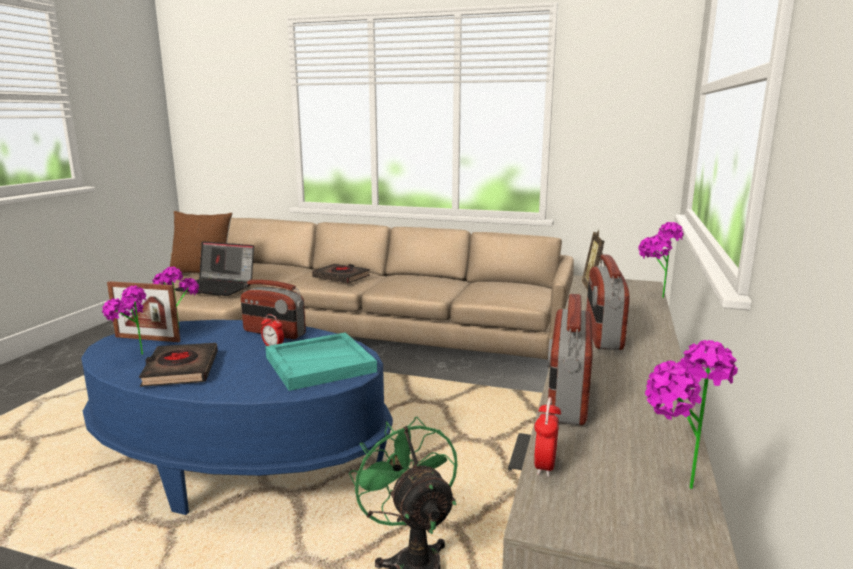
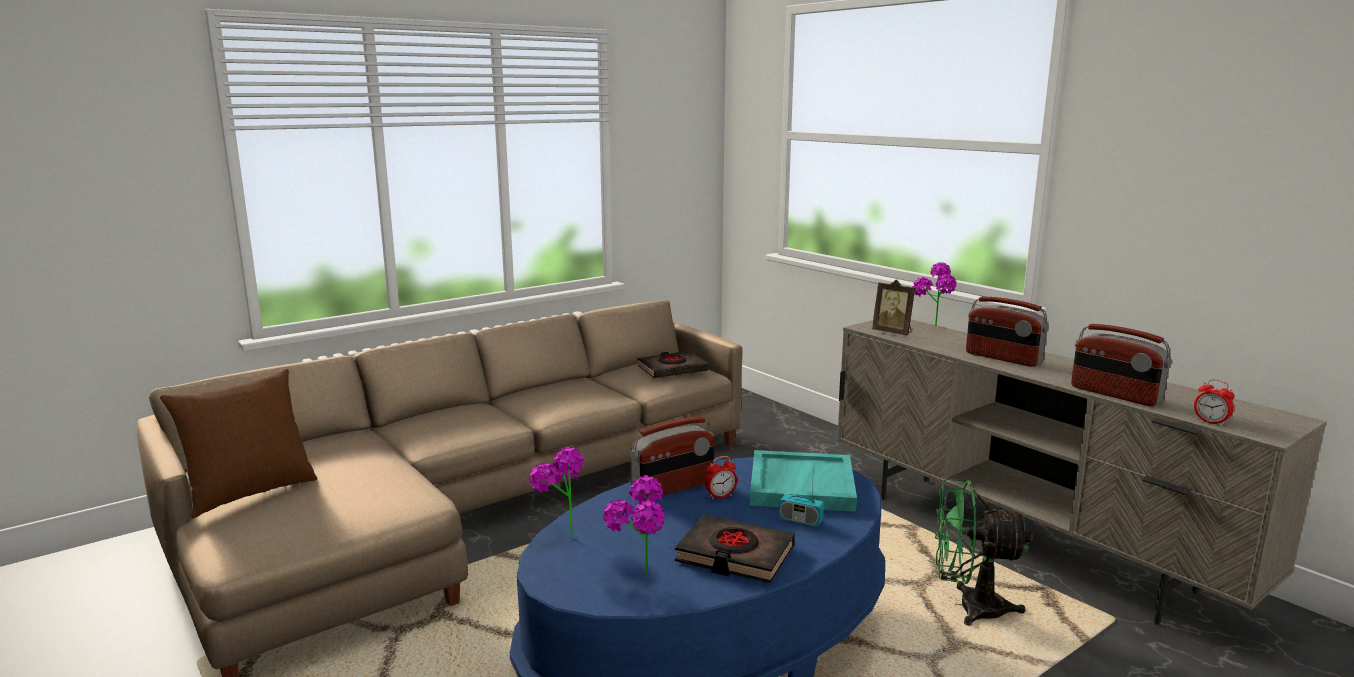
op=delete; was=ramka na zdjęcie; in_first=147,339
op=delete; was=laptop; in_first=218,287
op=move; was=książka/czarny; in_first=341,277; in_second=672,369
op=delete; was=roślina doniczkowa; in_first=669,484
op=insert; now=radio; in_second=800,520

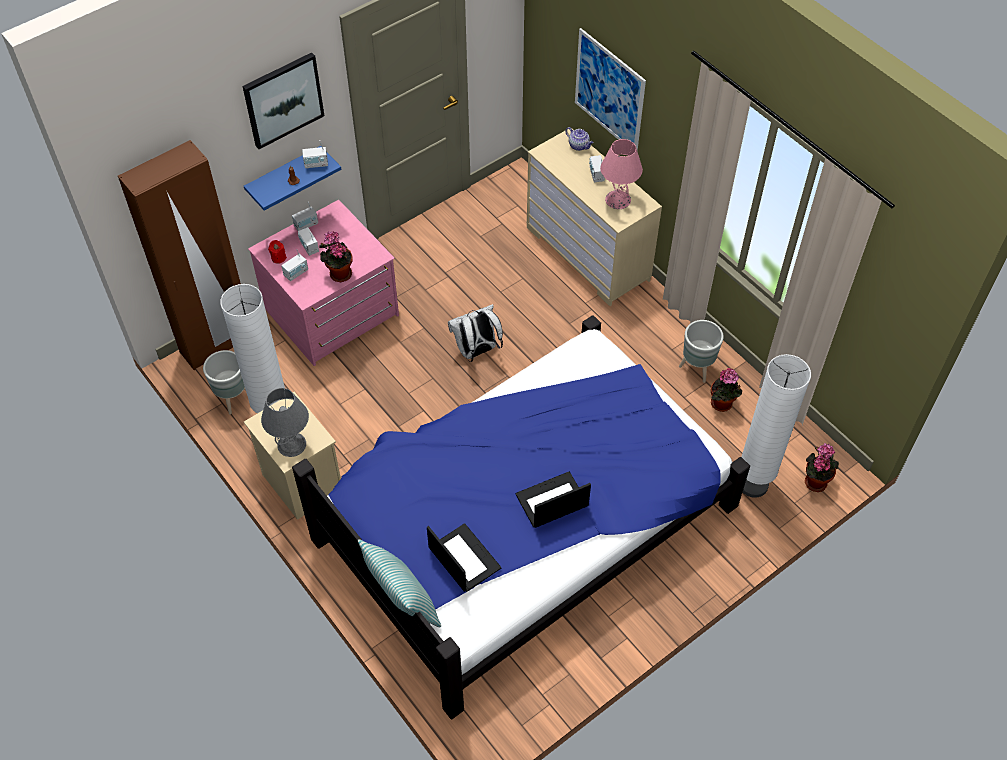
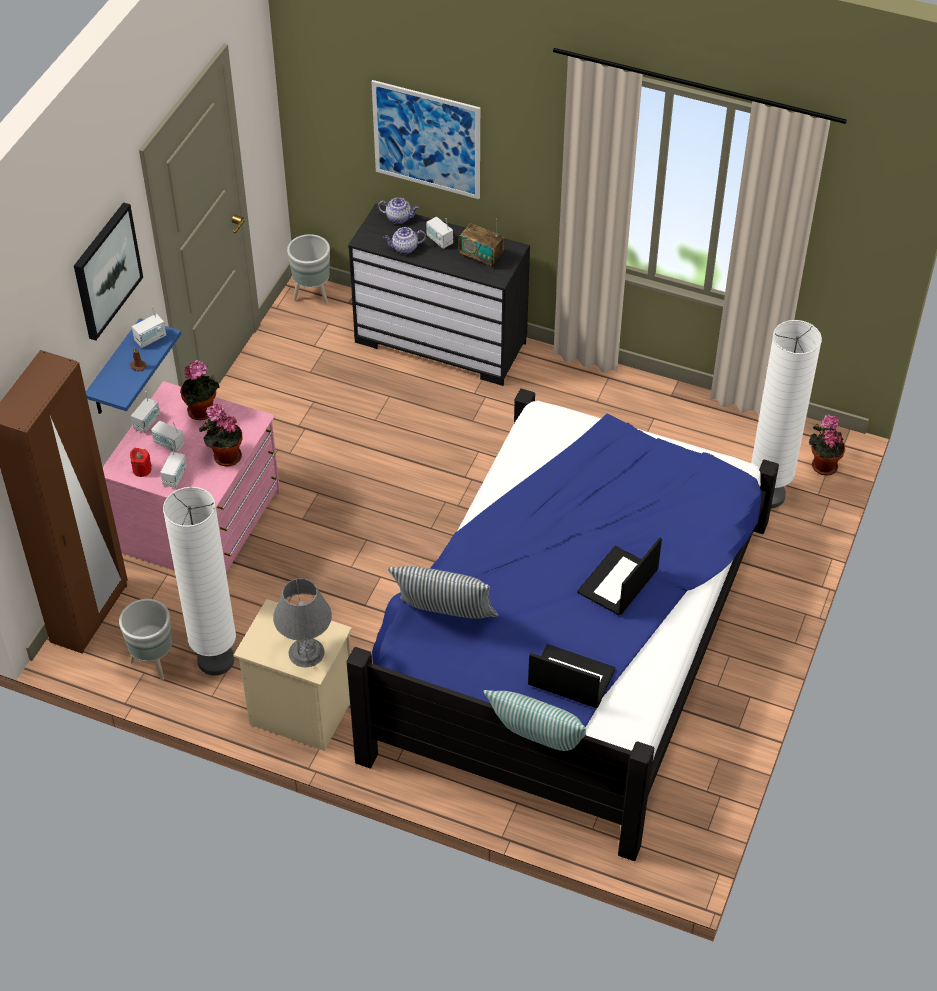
op=delete; was=plecak/biały; in_first=476,351
op=recolor; was=komoda/beżowy; now=komoda/czarny; in_first=588,253; in_second=441,342
op=replace; was=lampa stołowa/różowy; now=radio; in_first=618,199; in_second=481,256
op=move; was=donica/szary; in_first=696,368; in_second=312,295
op=move; was=roślina doniczkowa; in_first=722,405; in_second=203,412
op=insert; now=imbryk; in_second=404,248
op=insert; now=poduszka; in_second=444,621

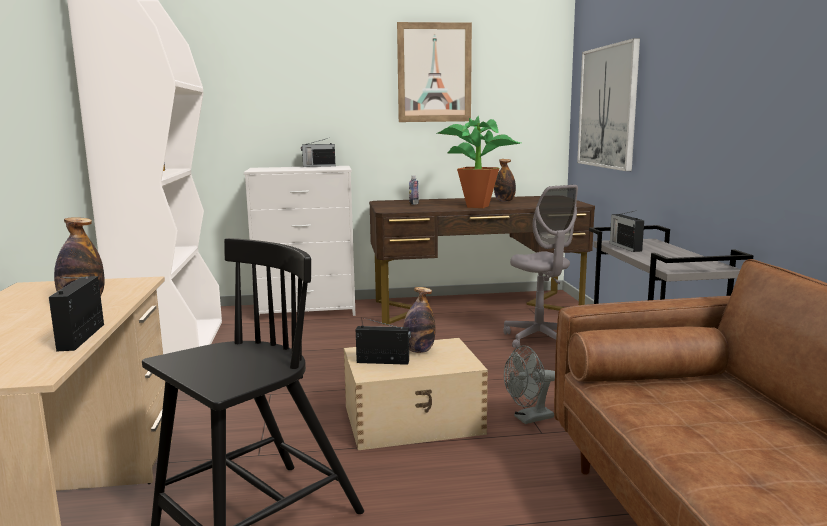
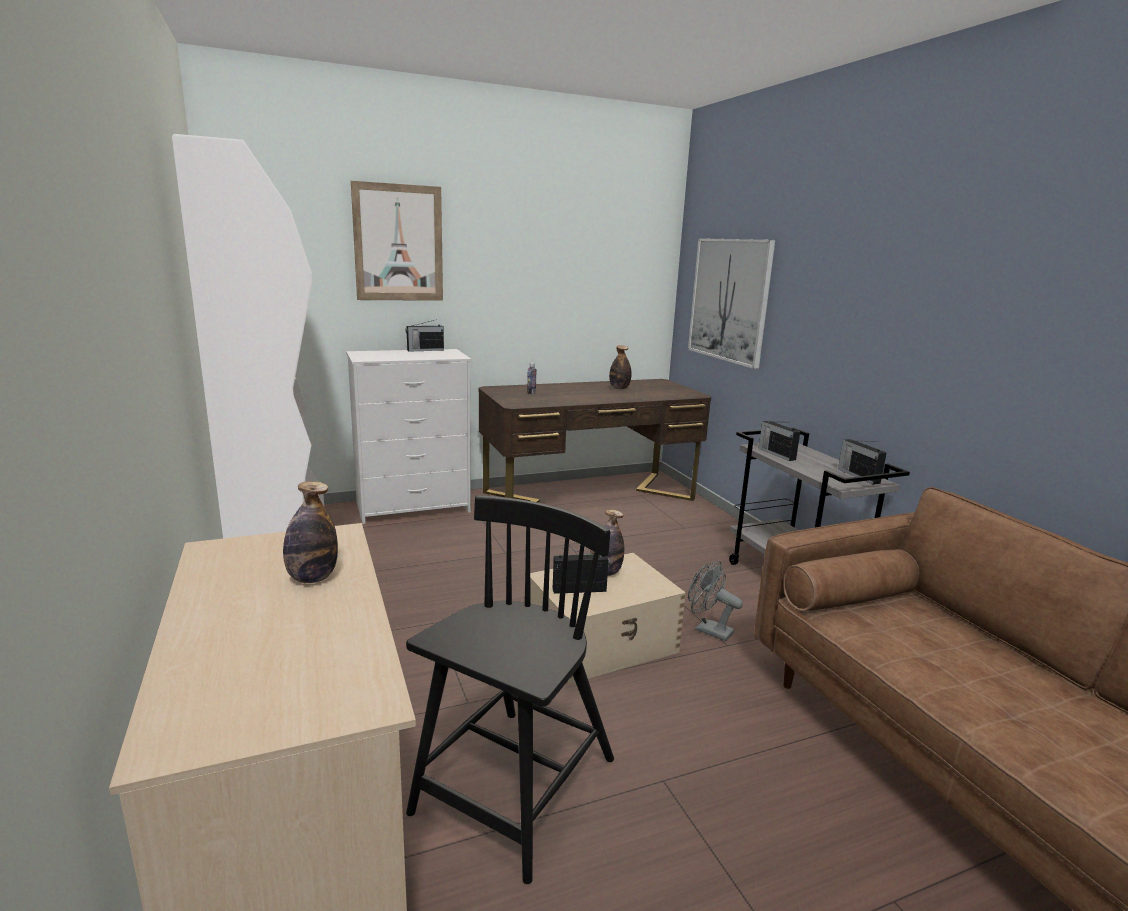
op=move; was=radio; in_first=82,336; in_second=858,475
op=move; was=obraz; in_first=434,73; in_second=398,243
op=delete; was=roślina doniczkowa; in_first=474,206
op=delete; was=krzesło biurowe/szary; in_first=539,339
op=rotate; was=wentylator/szary; in_first=529,419; in_second=708,630; clockwise=75

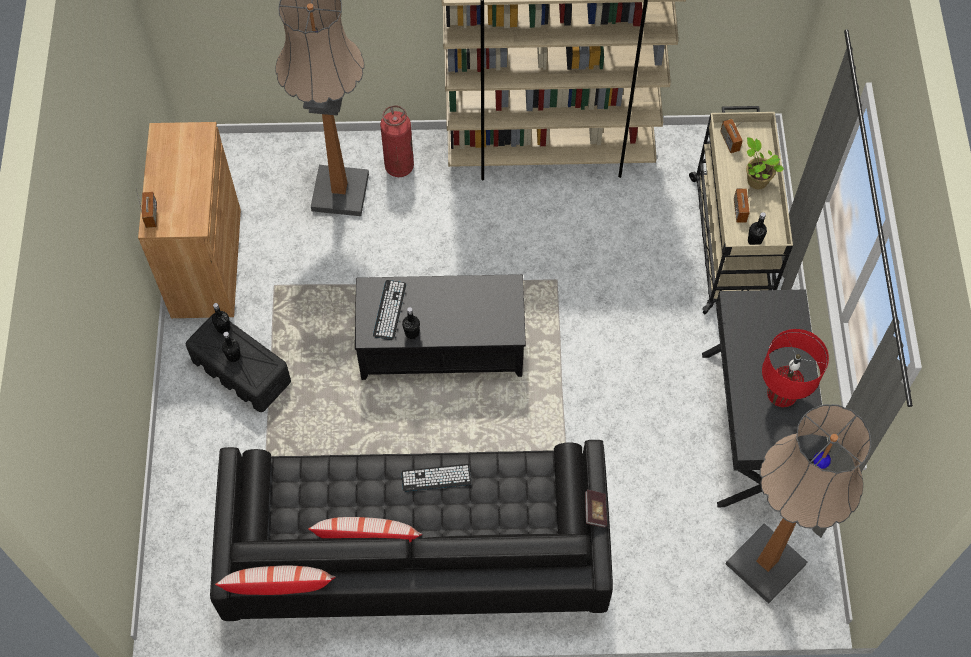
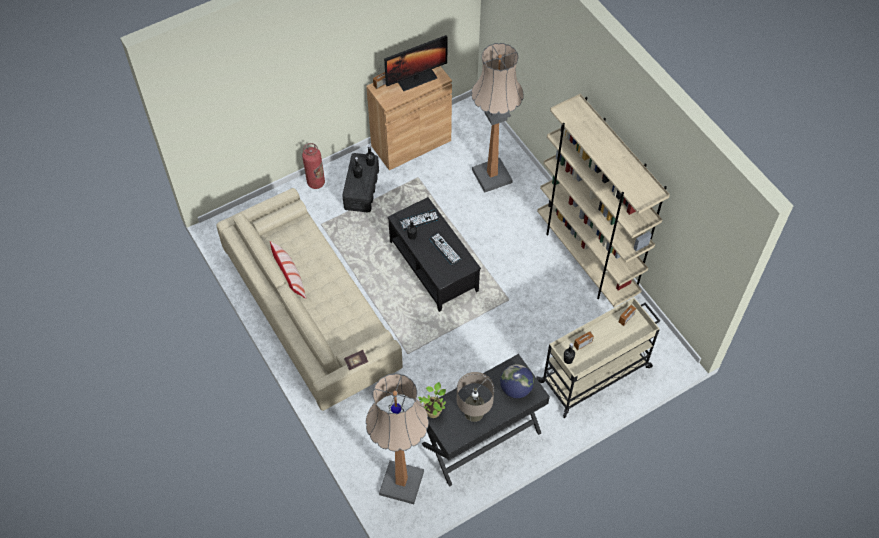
op=recolor; was=kanapa/czarny; now=kanapa/beżowy; in_first=416,549; in_second=311,312
op=delete; was=poduszka; in_first=279,587
op=move; was=gaśnica; in_first=399,166; in_second=316,182
op=move; was=klawiatura; in_first=436,478; in_second=445,249
op=move; was=roślina doniczkowa; in_first=756,180; in_second=433,410
op=recolor; was=lampa stołowa/czerwony; now=lampa stołowa/beżowy; in_first=782,393; in_second=474,412
op=insert; now=monitor; in_second=416,79
op=insert; now=globus; in_second=516,388

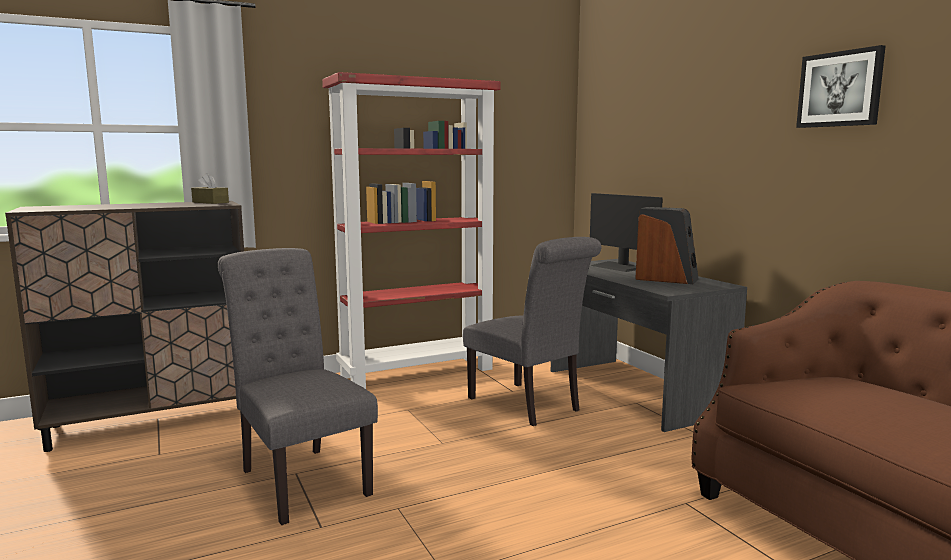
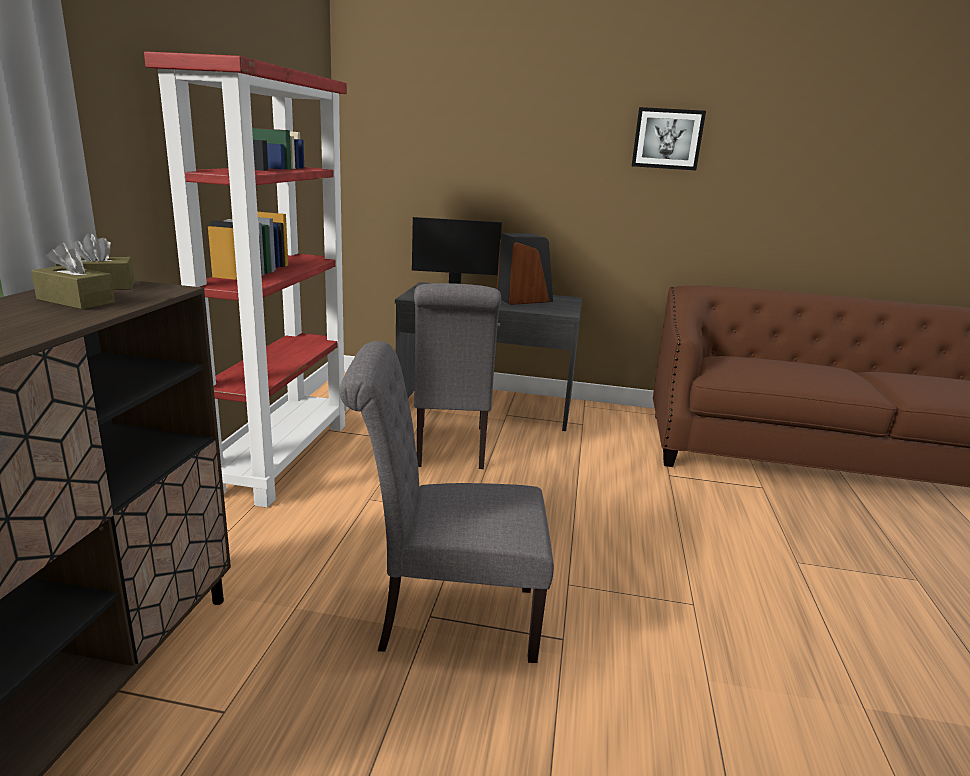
op=rotate; was=krzesło/szary; in_first=528,406; in_second=450,449; clockwise=90
op=insert; now=pudełko chusteczek/brązowy; in_second=76,301

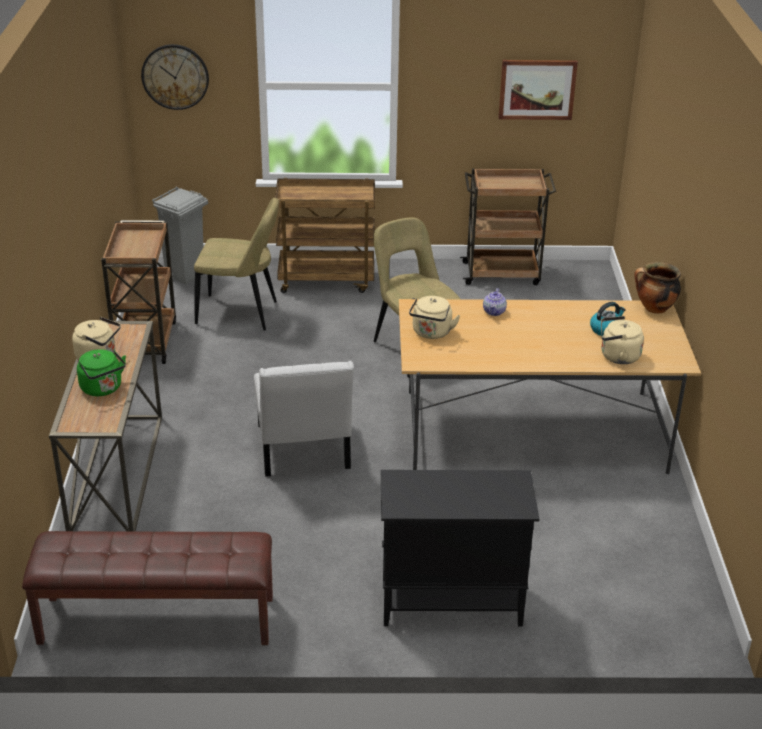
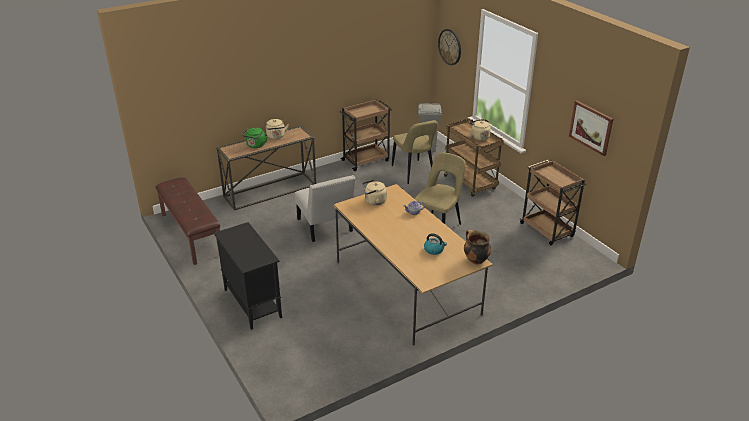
op=rotate; was=krzesło/biały; in_first=303,451; in_second=325,227; clockwise=-75
op=move; was=czajnik/beżowy; in_first=617,356; in_second=479,137

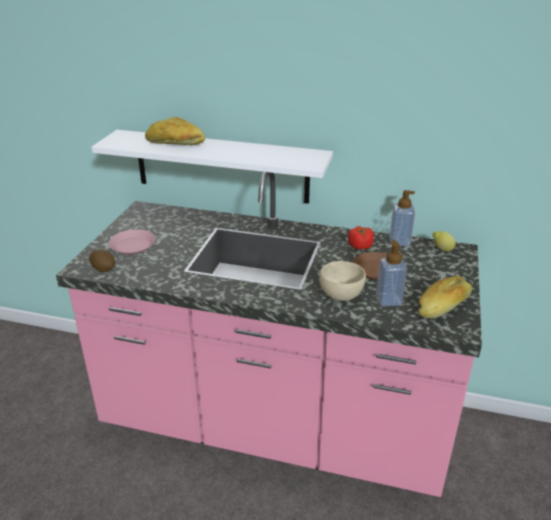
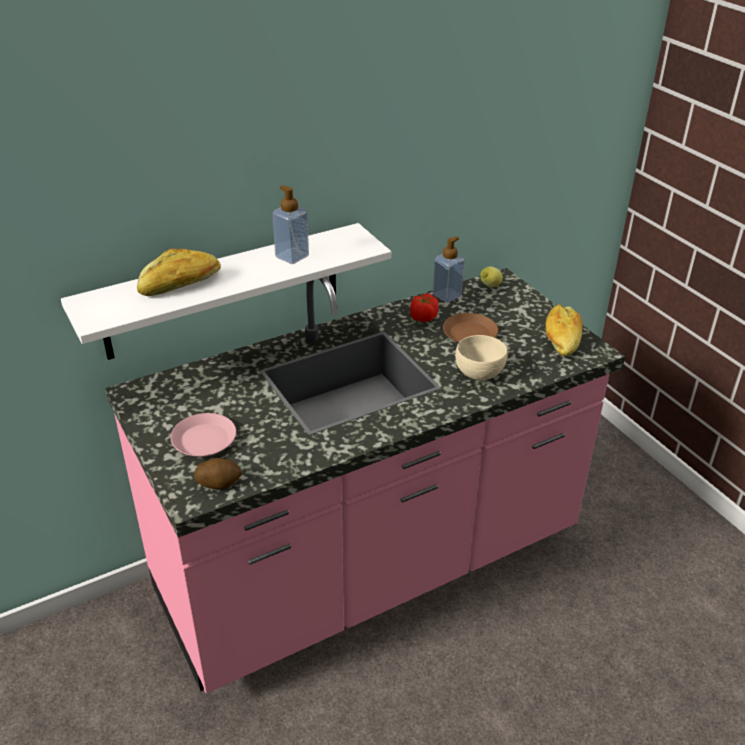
op=move; was=dozownik mydła; in_first=388,300; in_second=292,256

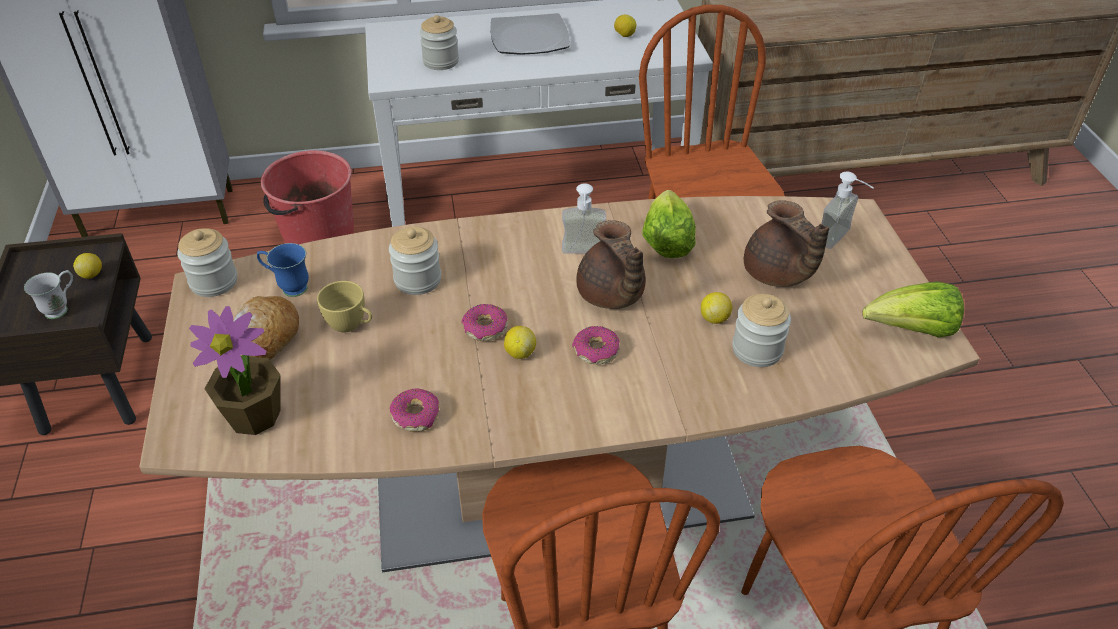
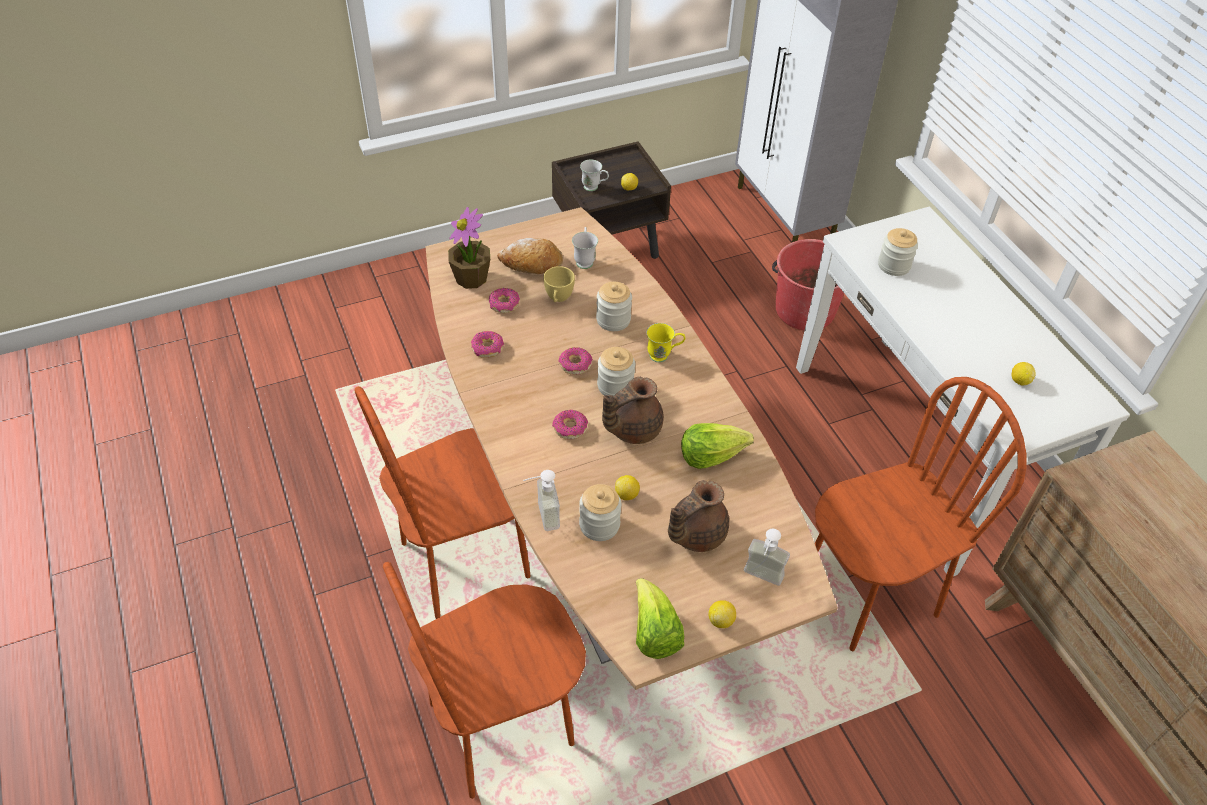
op=move; was=słoik; in_first=214,282; in_second=615,386
op=recolor; was=kubek/niebieski; now=kubek/biały; in_first=288,287; in_second=584,260
op=delete; was=talerz; in_first=530,38
op=move; was=cytryna; in_first=520,353; in_second=721,620
op=move; was=dozownik mydła; in_first=583,254; in_second=540,516
op=insert; now=donut; in_second=504,305
op=insert; now=kubek/żółty; in_second=664,356

